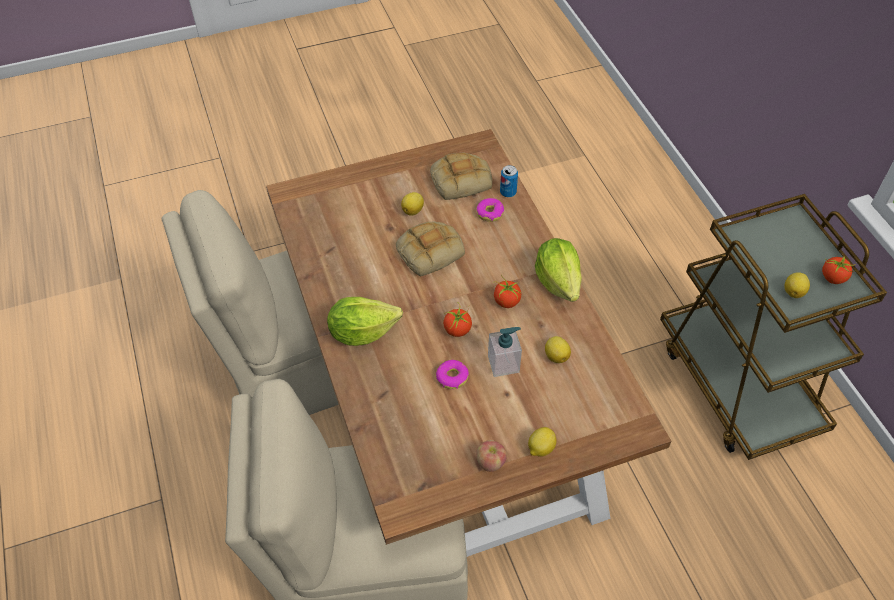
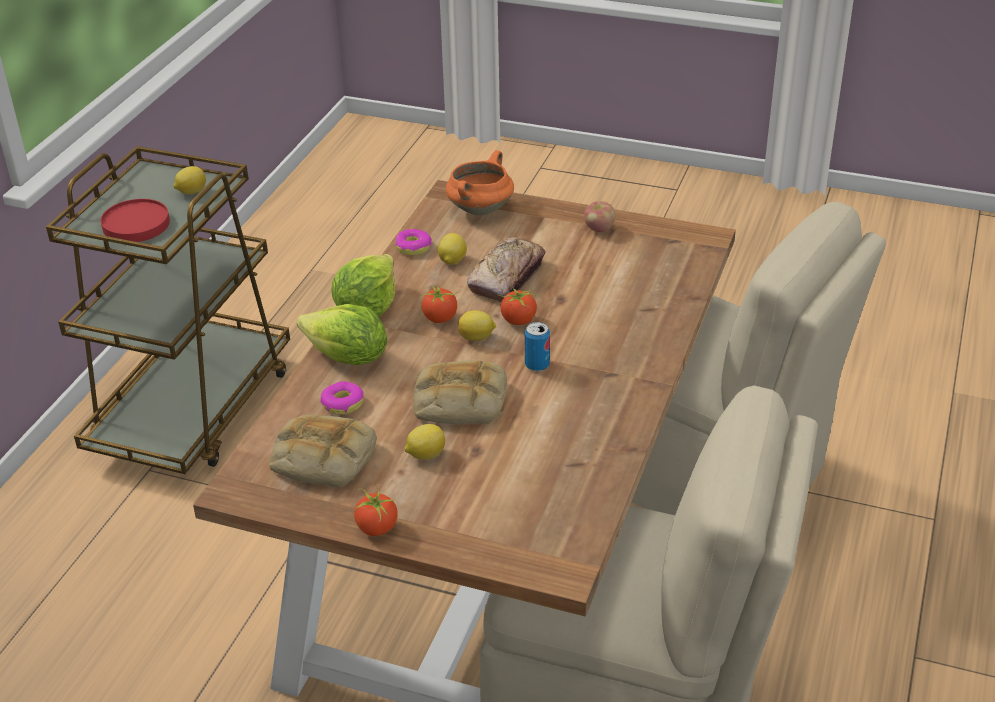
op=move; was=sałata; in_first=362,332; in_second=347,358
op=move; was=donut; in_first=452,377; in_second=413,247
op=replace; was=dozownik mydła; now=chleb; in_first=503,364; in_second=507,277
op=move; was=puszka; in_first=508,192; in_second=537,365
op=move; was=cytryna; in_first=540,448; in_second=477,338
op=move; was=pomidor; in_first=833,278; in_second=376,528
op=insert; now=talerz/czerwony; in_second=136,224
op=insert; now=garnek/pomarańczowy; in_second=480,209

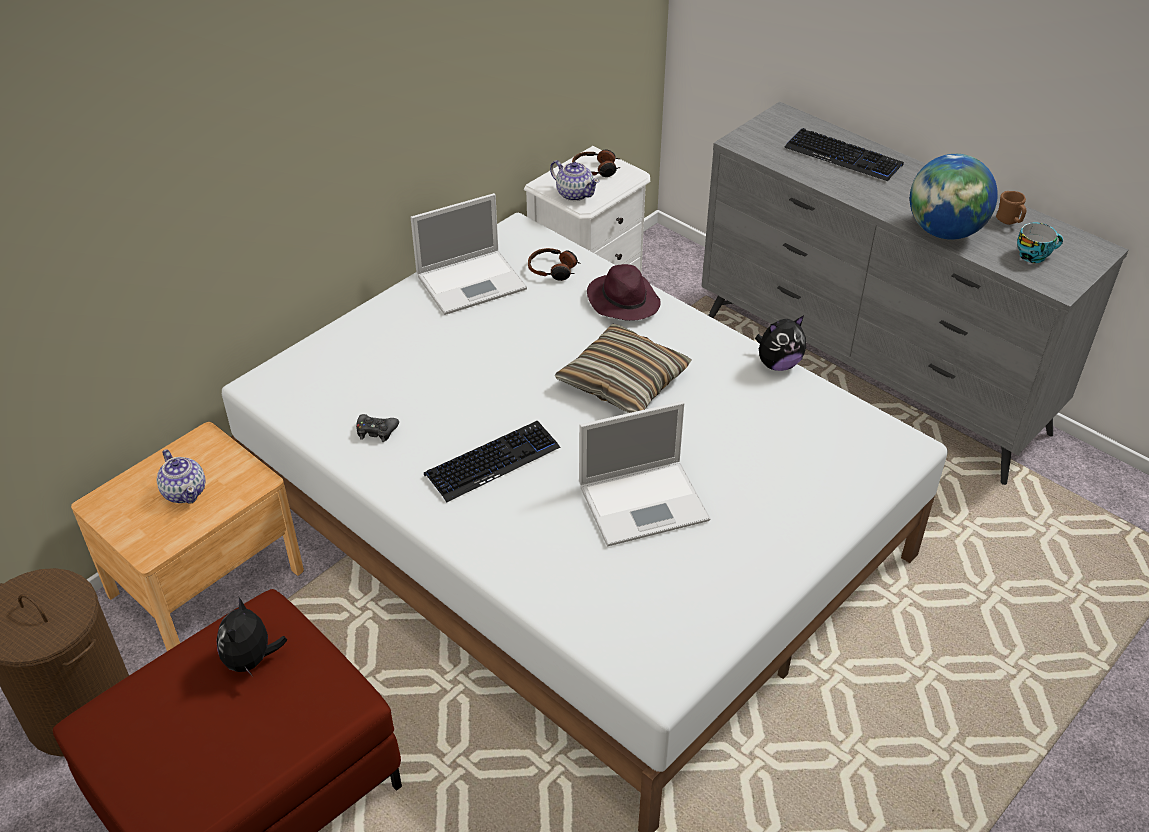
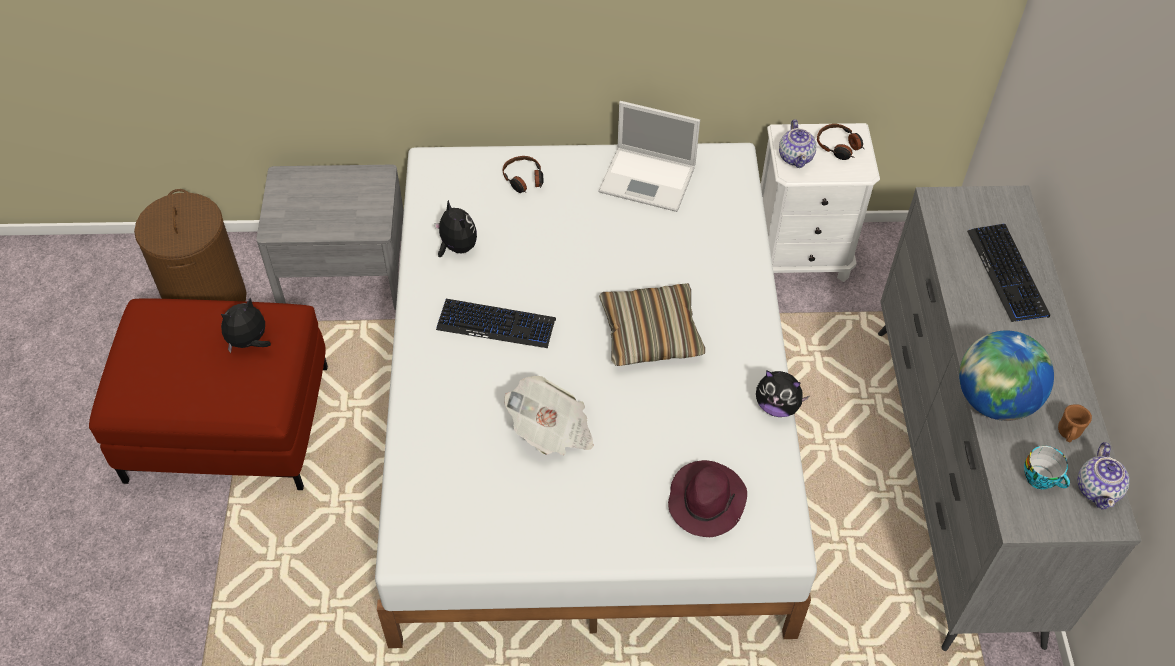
op=recolor; was=szafka nocna/brązowy; now=szafka nocna/szary; in_first=206,582; in_second=344,272
op=move; was=imbryk; in_first=185,491; in_second=1097,489
op=replace; was=pad do gier/czarny; now=pluszak; in_first=376,431; in_second=456,247
op=move; was=słuchawki; in_first=553,270; in_second=524,179
op=replace; was=laptop; now=gazeta; in_first=645,502; in_second=551,431
op=move; was=kapelusz/fioletowy; in_first=623,301; in_second=706,500

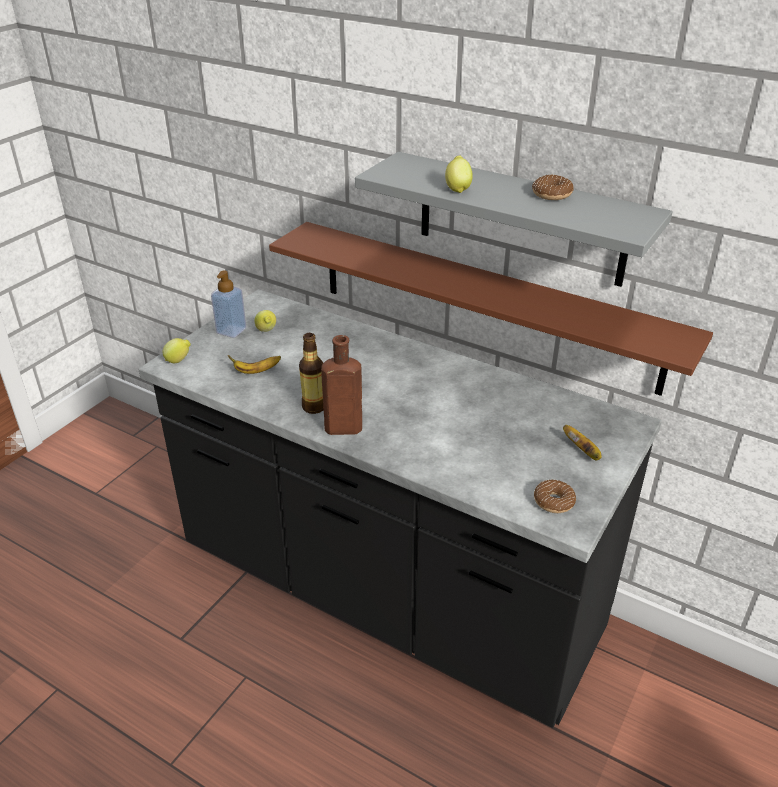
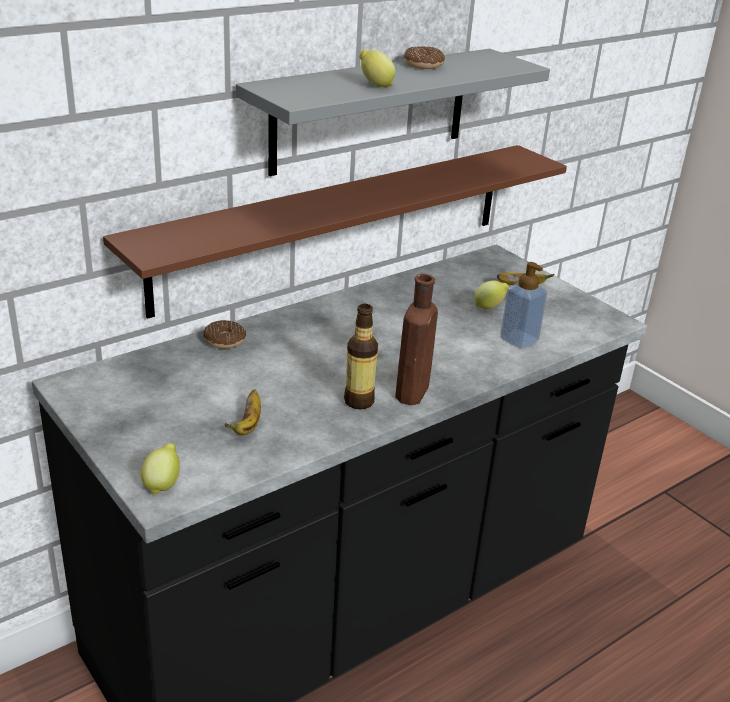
op=move; was=dozownik mydła; in_first=231,331; in_second=519,340
op=move; was=cytryna; in_first=266,331; in_second=489,307
op=move; was=donut; in_first=553,501; in_second=224,340

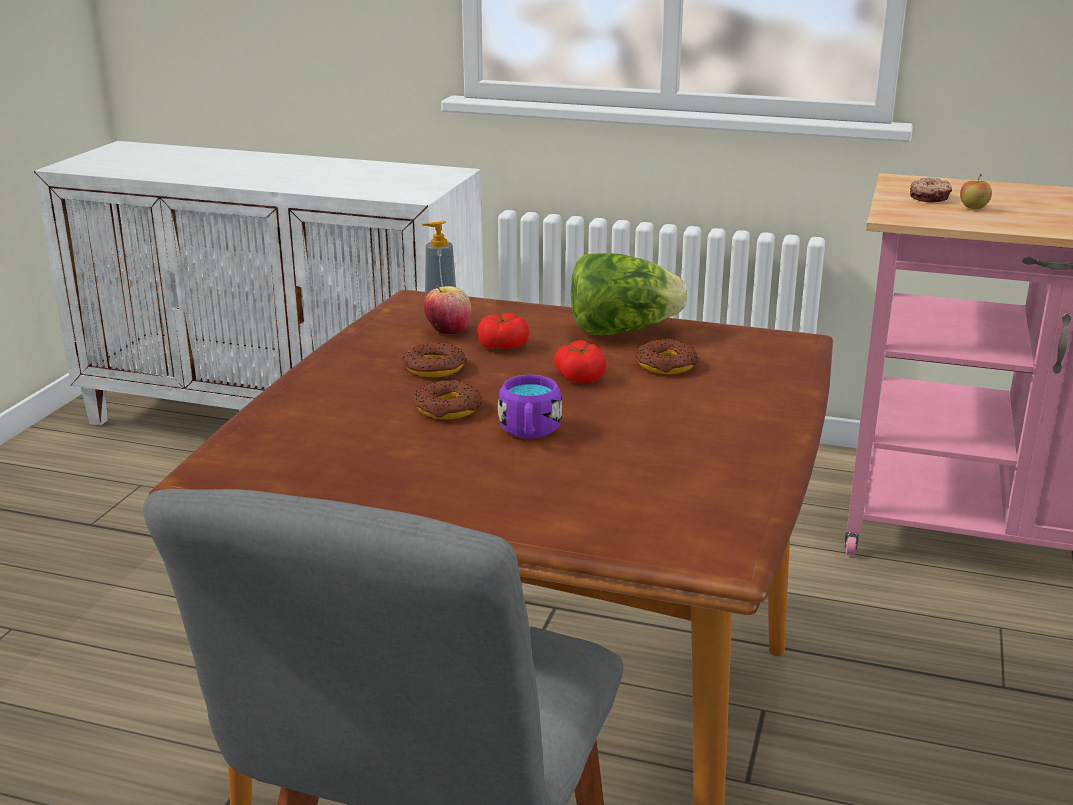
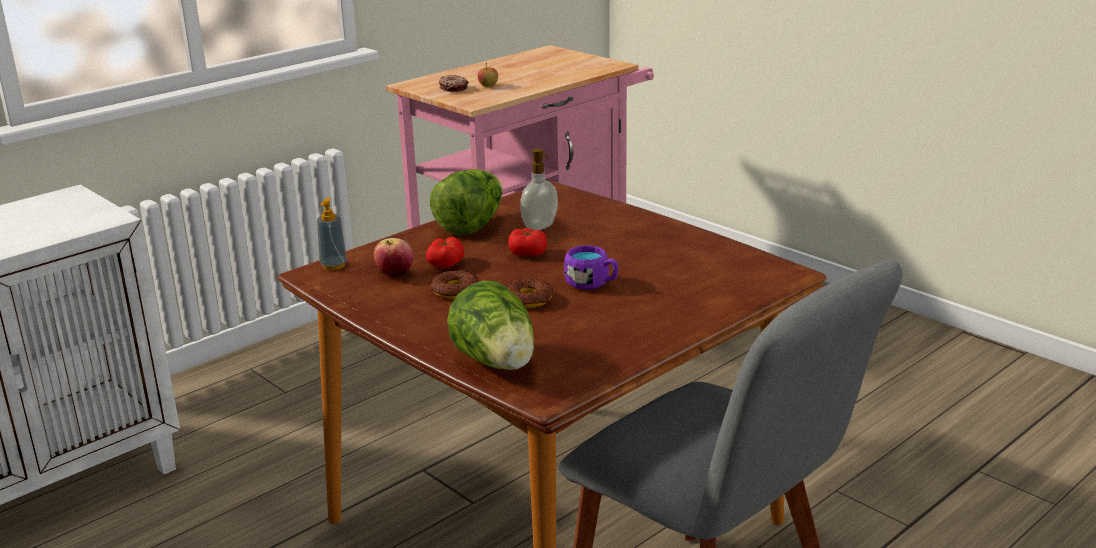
op=replace; was=donut; now=dozownik mydła; in_first=666,365; in_second=540,227
op=insert; now=sałata; in_second=497,363

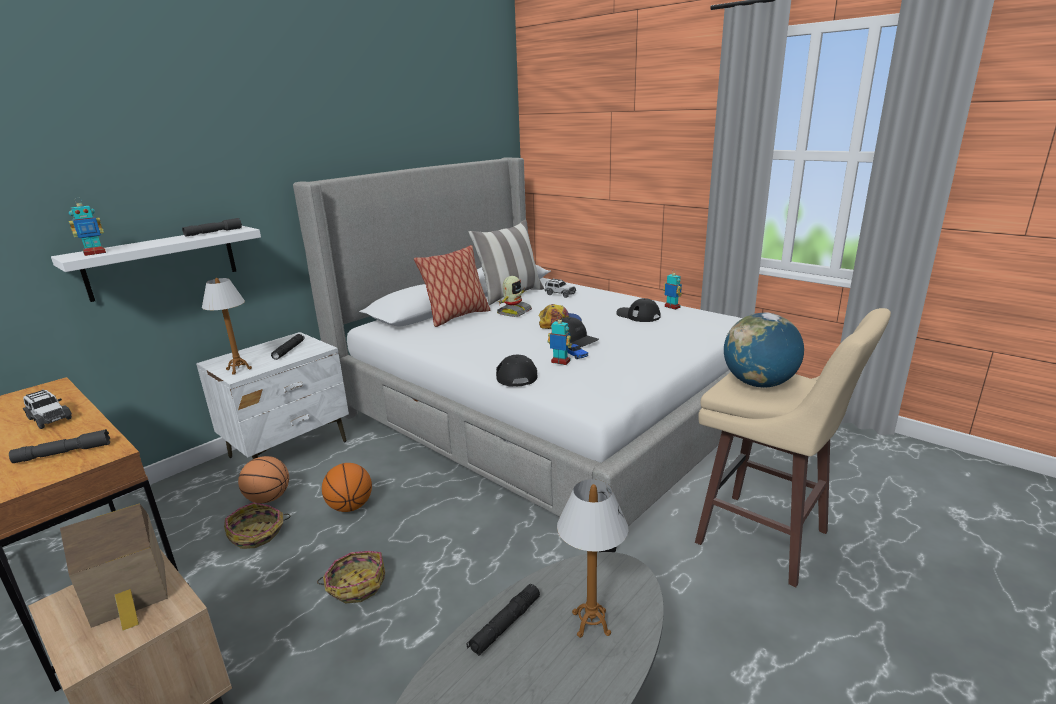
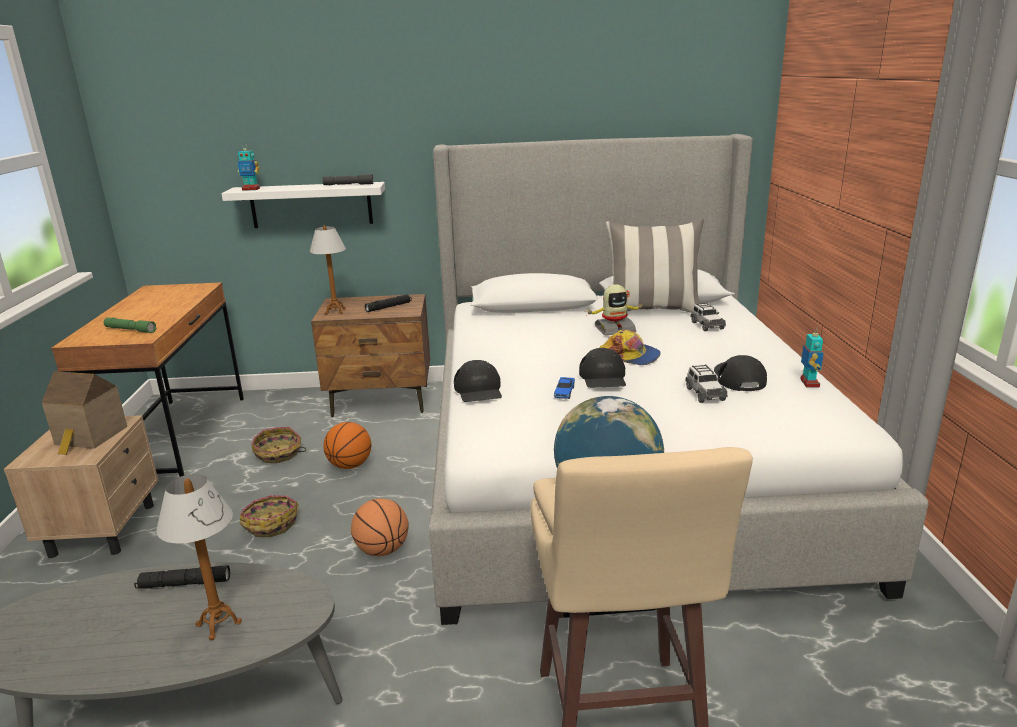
op=recolor; was=latarka/szary; now=latarka/zielony; in_first=63,453; in_second=130,330
op=move; was=samochodzik; in_first=49,418; in_second=704,393
op=recolor; was=szafka nocna/biały; now=szafka nocna/brązowy; in_first=290,449; in_second=381,401
op=move; was=piłka do koszykówki; in_first=268,498; in_second=382,550
op=delete; was=poduszka; in_first=457,317
op=rotate; was=czapka z daszkiem/czarny; in_first=515,374; in_second=479,390; clockwise=135
op=delete; was=robot zabawkowy; in_first=560,362

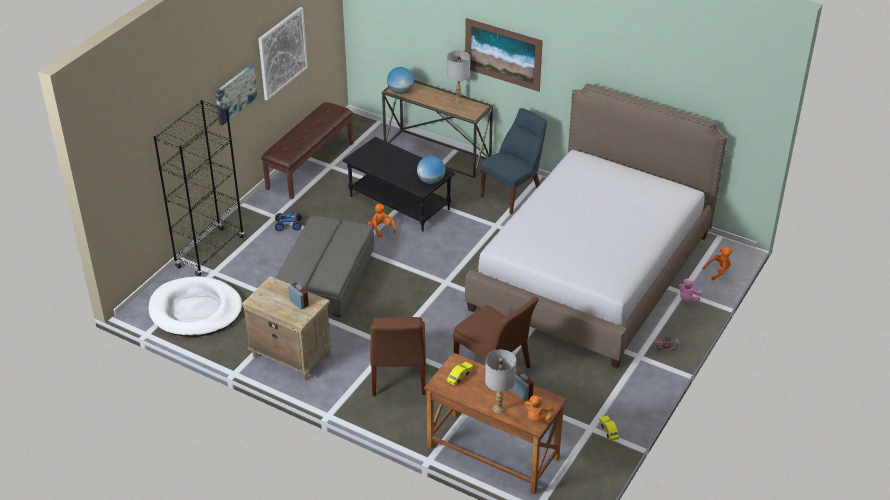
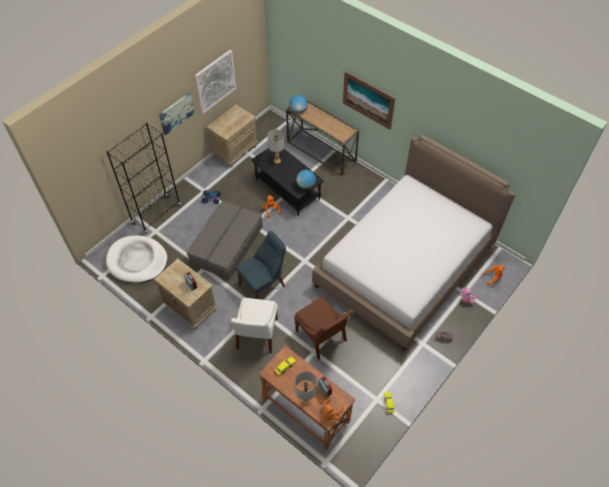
op=replace; was=ławka/brązowy; now=szafka nocna/beżowy; in_first=310,165; in_second=235,151
op=recolor; was=krzesło/brązowy; now=krzesło/biały; in_first=398,377; in_second=256,335
op=move; was=lampa stołowa/szary; in_first=458,100; in_second=277,161
op=move; was=krzesło/niebieski; in_first=513,193; in_second=264,284

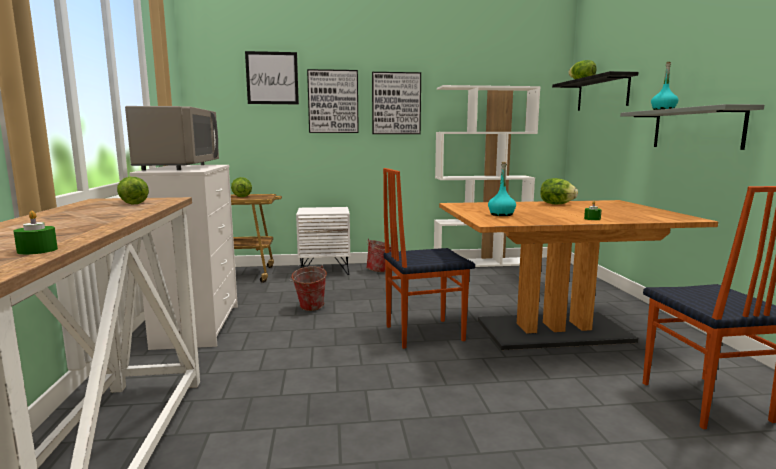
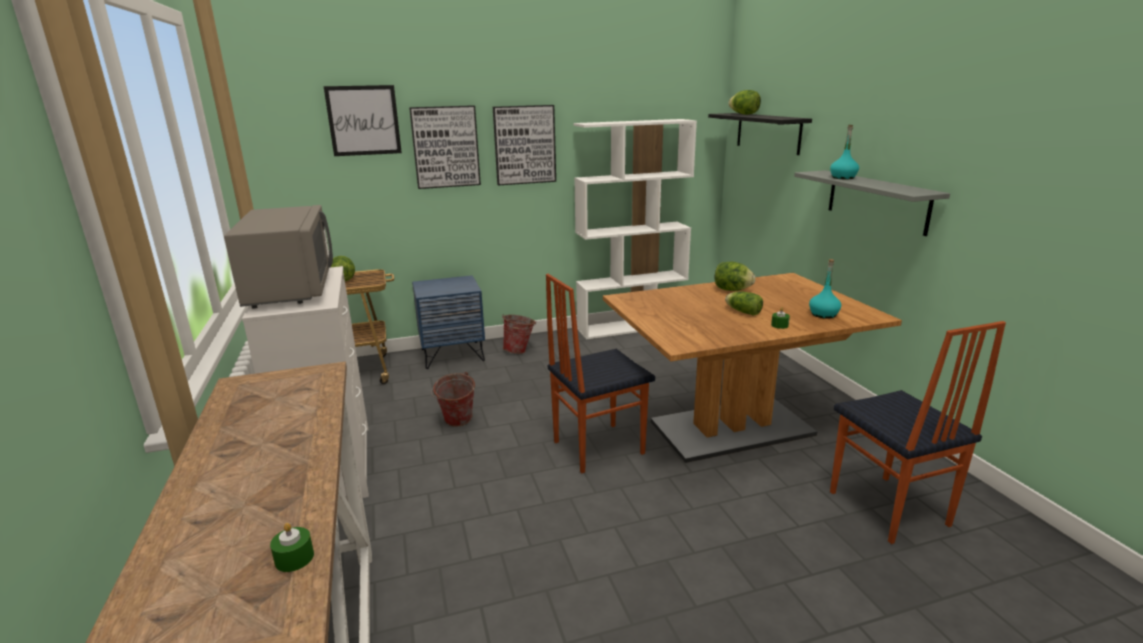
op=move; was=sałata; in_first=133,202; in_second=742,311
op=recolor; was=szafka nocna/biały; now=szafka nocna/niebieski; in_first=325,270; in_second=452,355
op=move; was=butelka/turkusowy; in_first=501,214; in_second=823,314

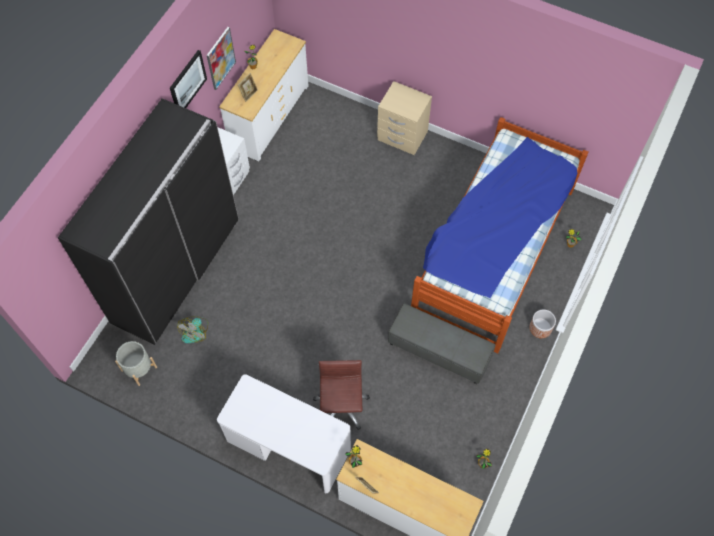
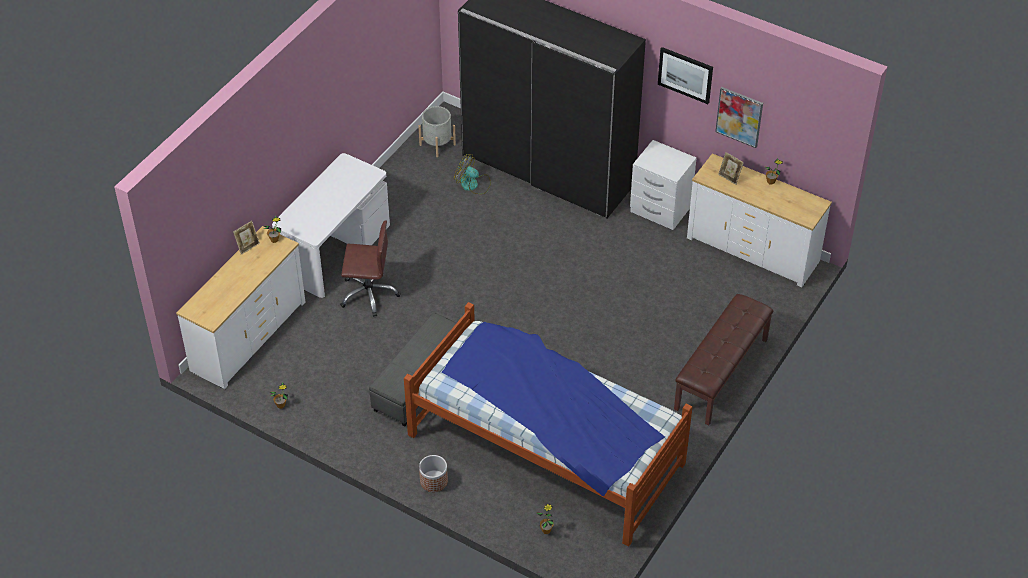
op=replace; was=szafka nocna/beżowy; now=ławka/brązowy; in_first=402,136; in_second=722,374

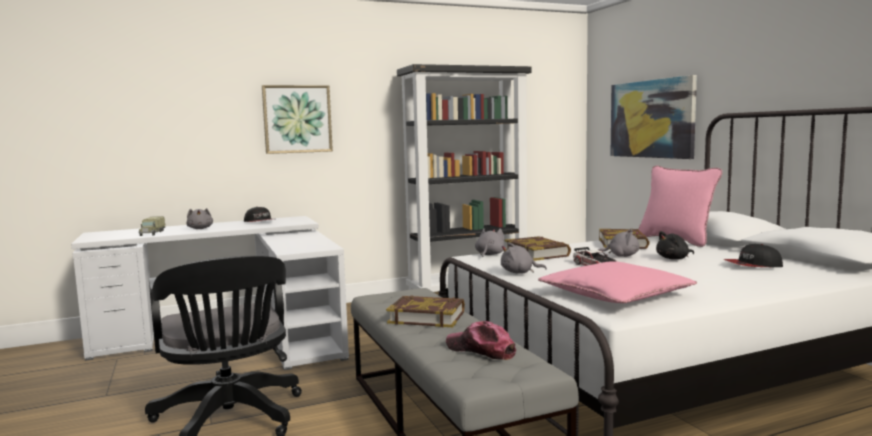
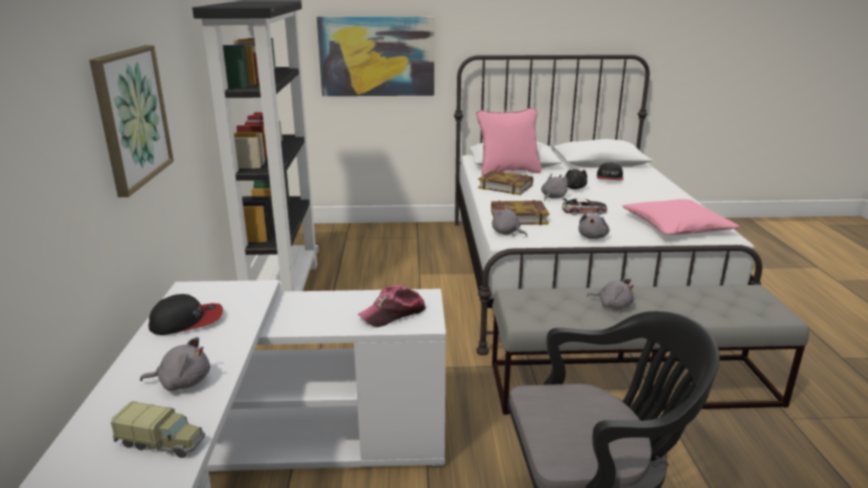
op=replace; was=książka; now=pluszak/szary; in_first=427,317; in_second=612,305
op=move; was=czapka z daszkiem; in_first=481,350; in_second=393,313

